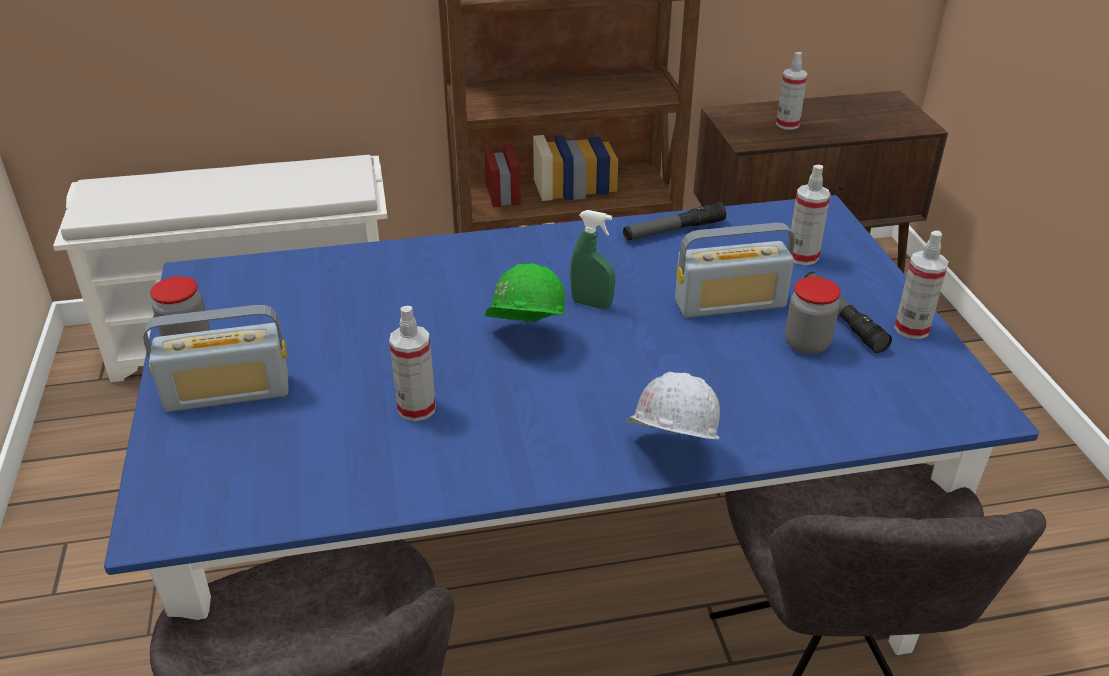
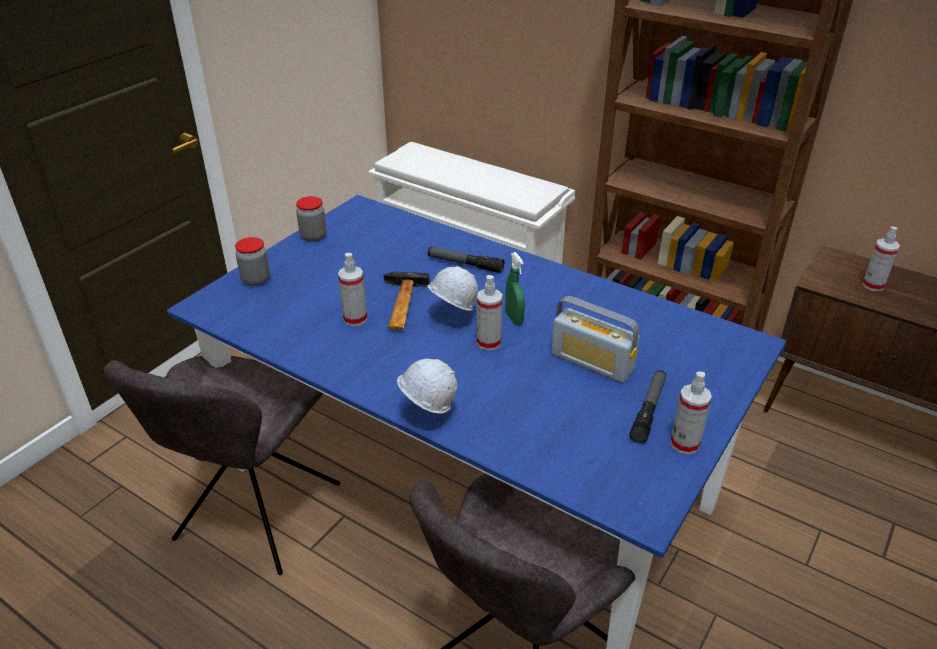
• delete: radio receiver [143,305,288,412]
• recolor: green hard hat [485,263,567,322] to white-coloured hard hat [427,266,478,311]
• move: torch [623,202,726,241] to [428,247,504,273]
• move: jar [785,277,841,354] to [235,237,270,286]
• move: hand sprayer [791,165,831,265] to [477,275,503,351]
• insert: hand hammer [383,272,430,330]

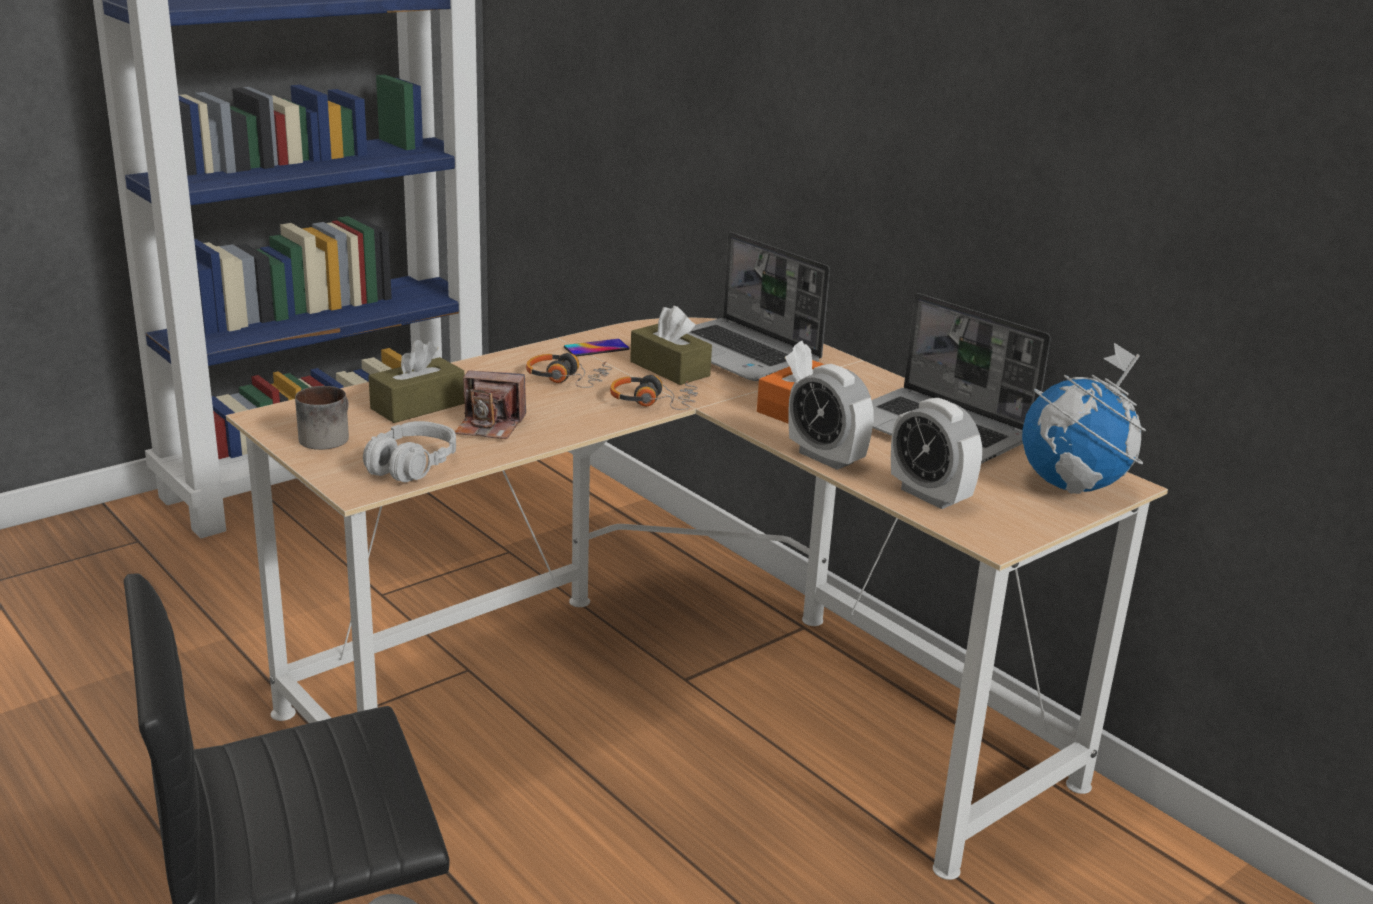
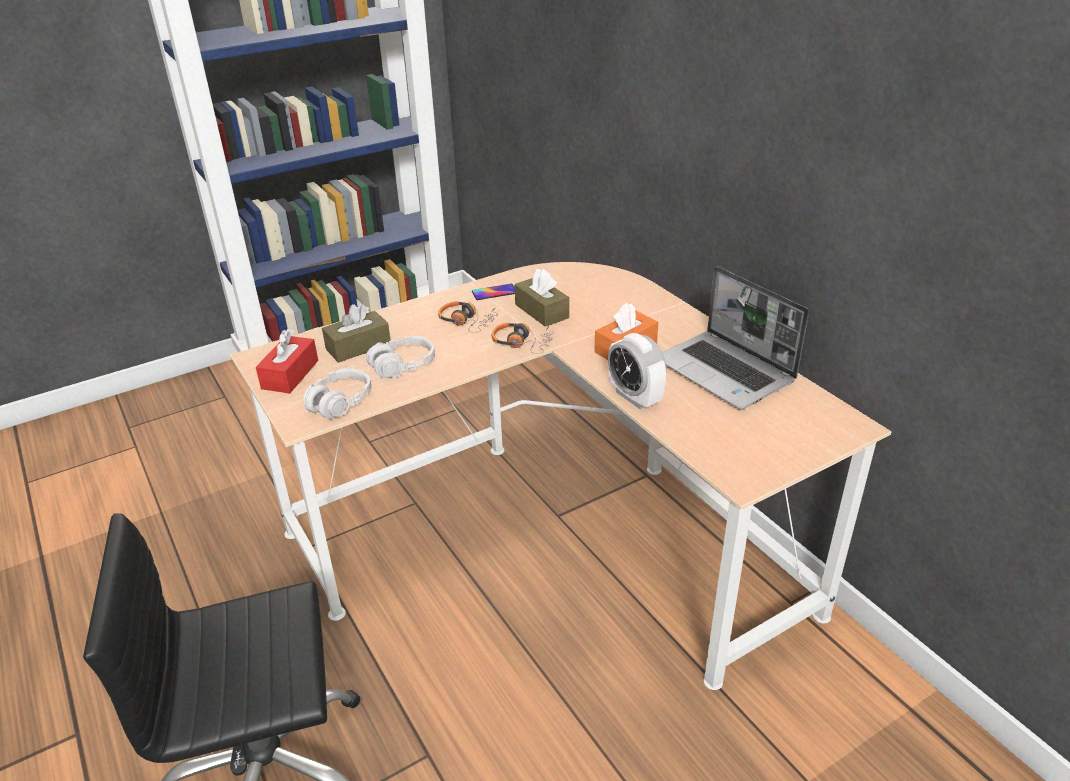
• replace: mug [295,386,349,450] to red-coloured tissue holder [256,328,318,393]
• replace: still camera [455,370,526,439] to grey pair of headphones [366,336,435,378]
• delete: laptop [687,232,830,381]
• delete: table clock [891,398,982,509]
• delete: world globe [1022,343,1146,494]

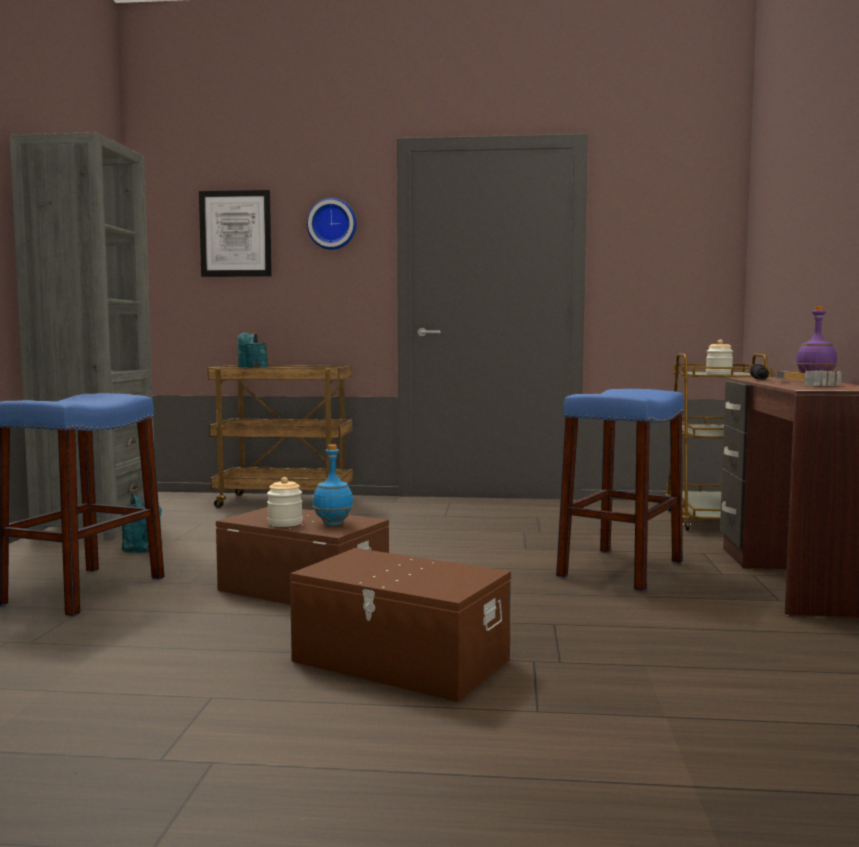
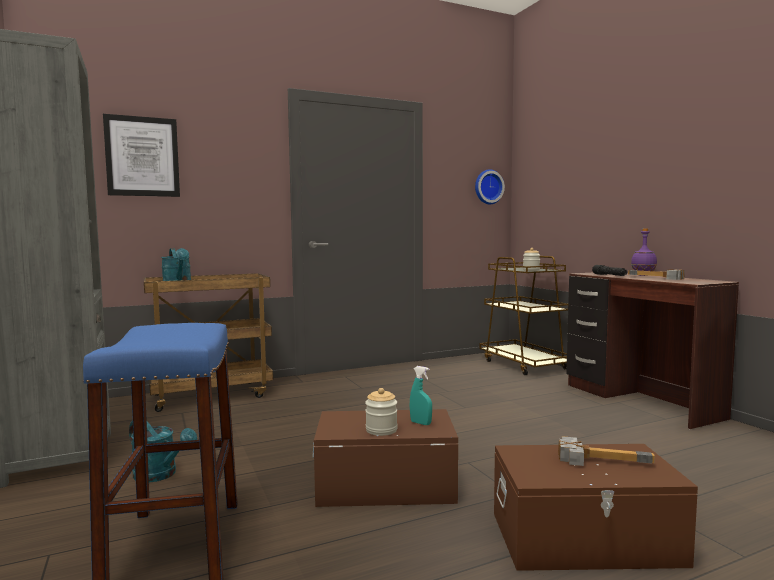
• move: hanging clock [307,198,356,250] to [475,169,505,204]
• replace: blue-coloured bottle [313,444,353,526] to blue-green hand sprayer [410,366,432,425]
• delete: blue-coloured sitting stool [556,389,684,591]
• insert: hand hammer [558,436,655,466]

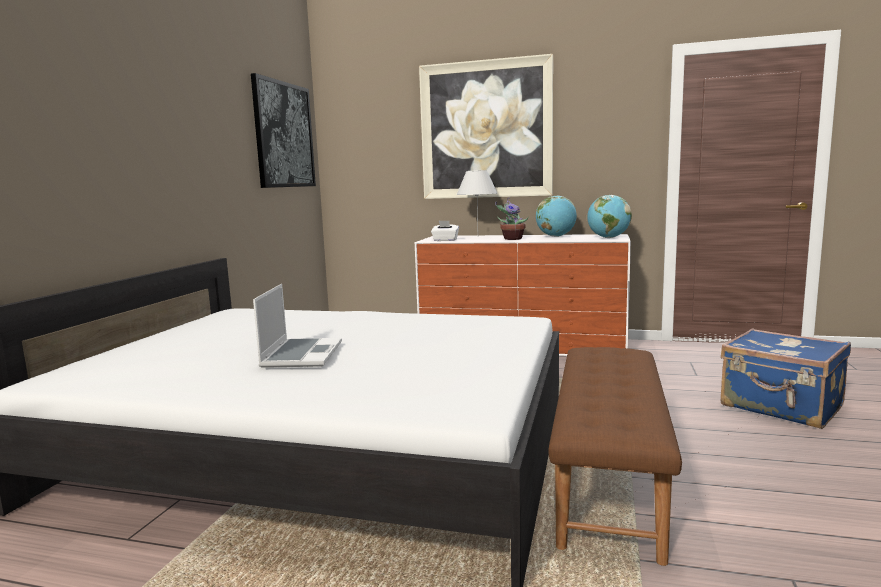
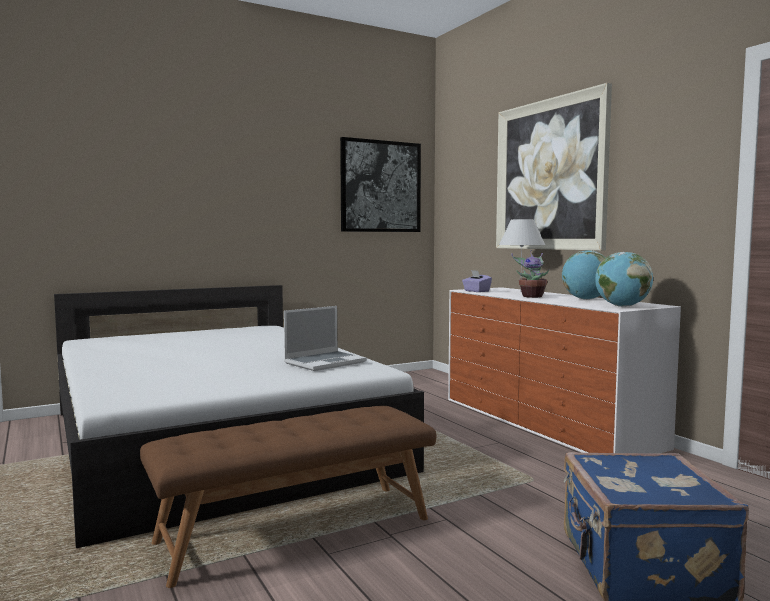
• move: laptop [253,284,342,368] to [284,306,367,371]
• recolor: white-coloured tissue holder [431,220,459,241] to purplish tissue holder [462,270,492,292]

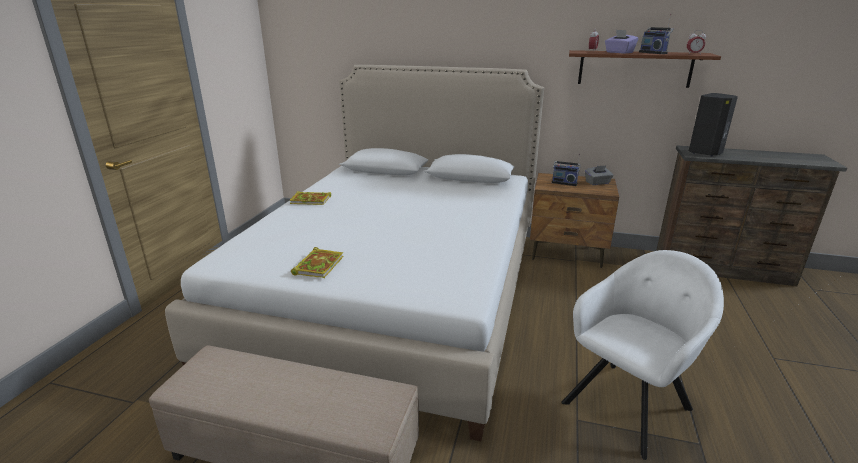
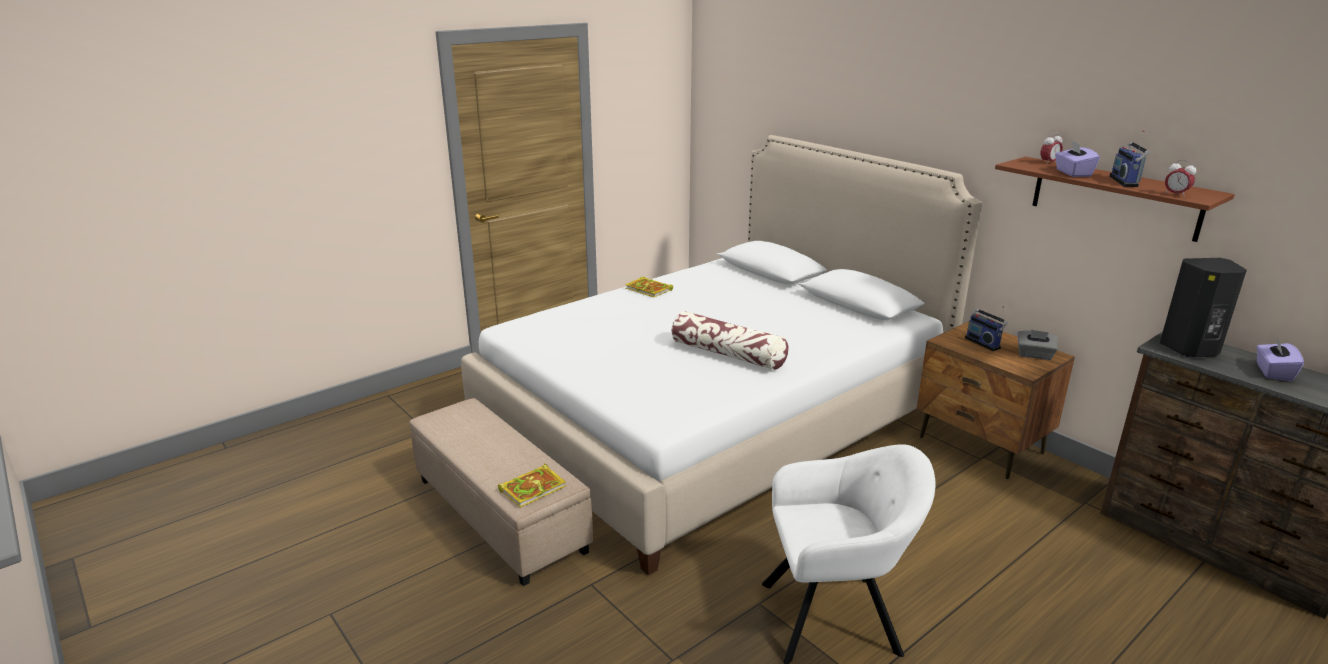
• move: volume [291,247,344,278] to [498,464,566,508]
• insert: pillow [672,311,788,370]
• insert: purplish tissue holder [1257,338,1304,381]

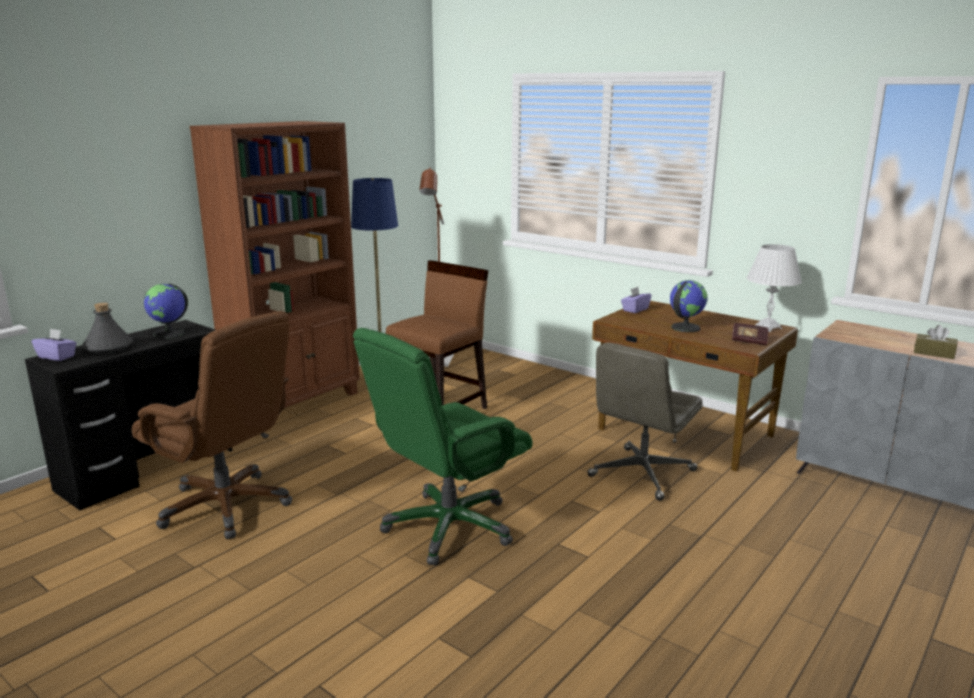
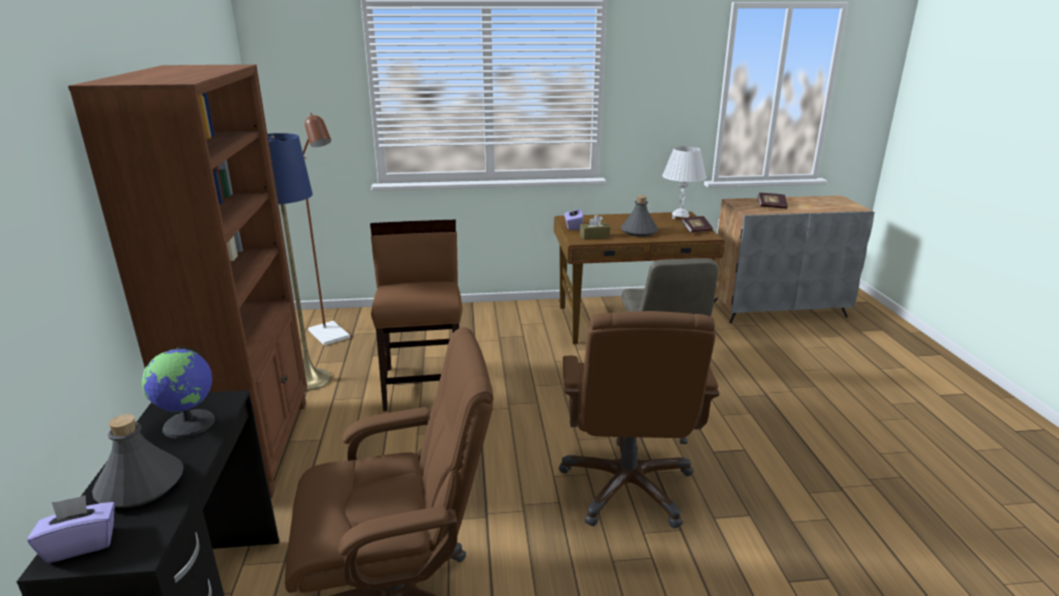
• recolor: green computer chair [353,328,532,565] to brownish computer chair [559,311,719,528]
• replace: world globe [670,280,708,332] to grey bottle [621,195,658,237]
• move: brownish tissue holder [914,325,958,359] to [580,215,610,240]
• insert: volume [758,193,788,209]

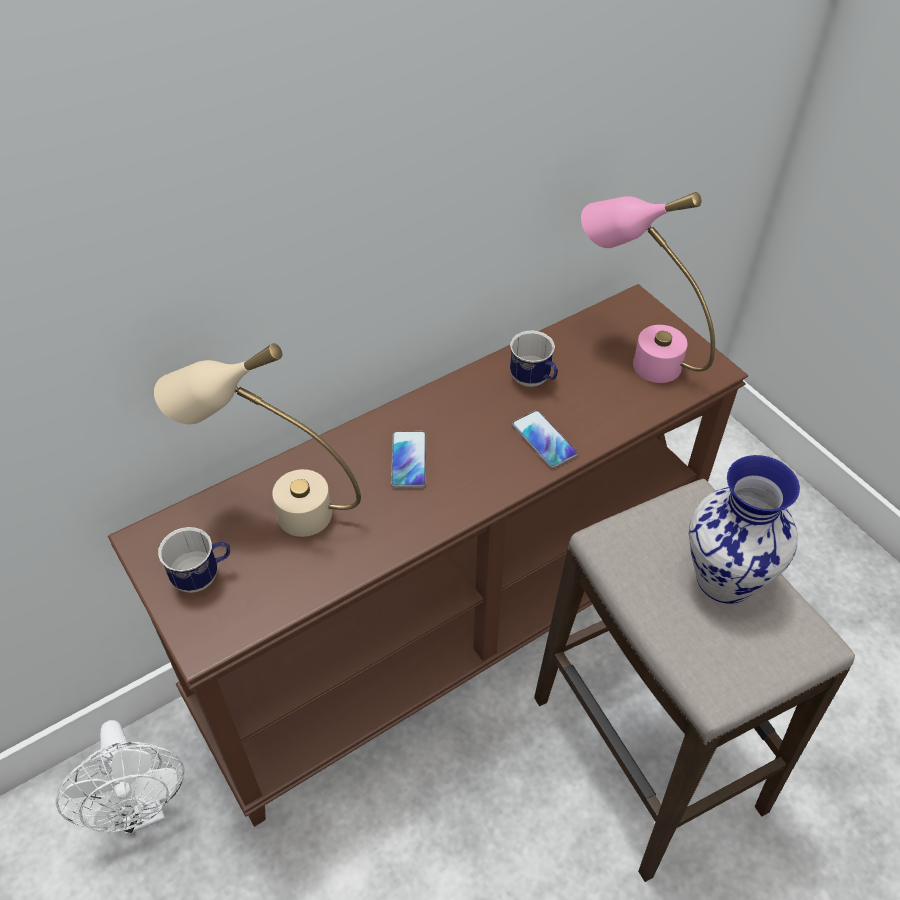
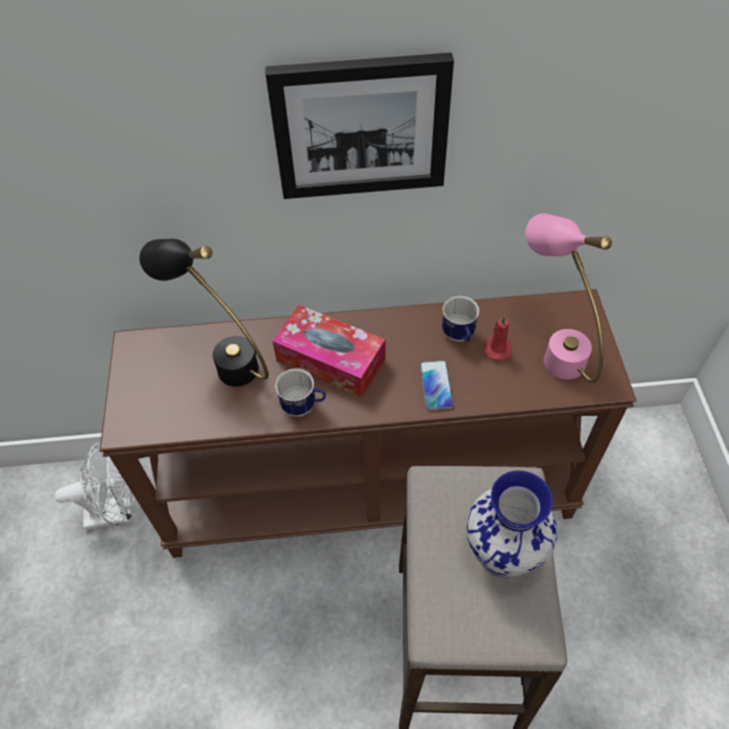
• rotate: white-coloured electric fan [56,720,185,835] = [55,443,134,530] 105 degrees counterclockwise
• recolor: beige-coloured lamp for a table [154,343,361,537] to black-coloured lamp for a table [139,239,269,387]
• move: mug [158,527,230,593] to [275,368,326,417]
• replace: telephone [391,431,426,488] to tissue holder [272,305,385,397]
• insert: wall picture [265,53,454,199]
• insert: red-coloured wax candle [484,315,513,360]

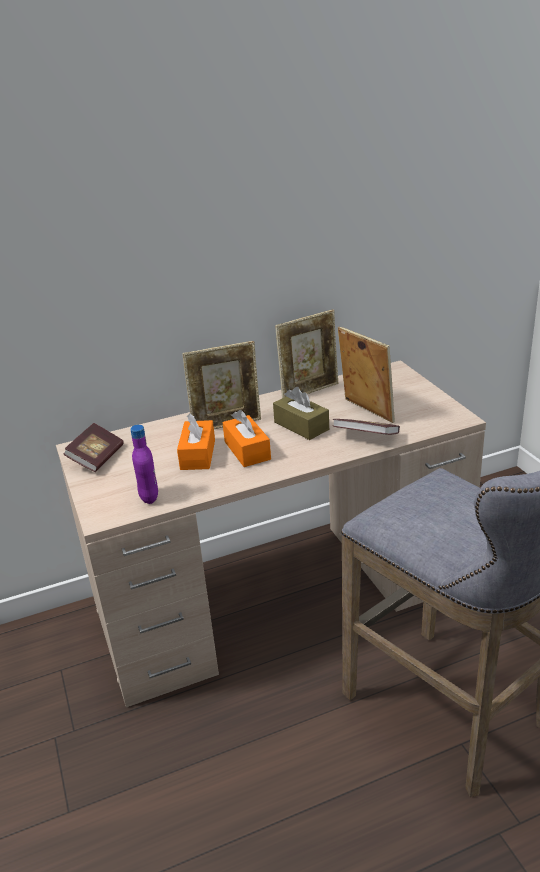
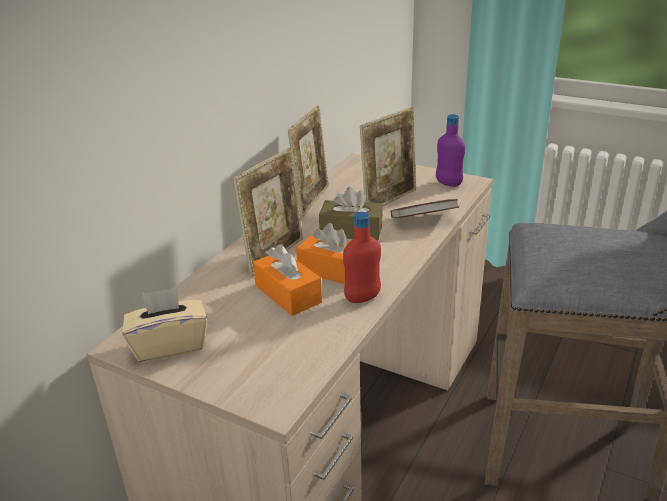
• replace: volume [63,423,123,472] to beige-coloured tissue holder [122,287,208,362]
• move: purplish bottle [130,425,158,504] to [436,114,465,187]
• rotate: picture frame [338,326,395,423] = [360,107,416,207] 120 degrees clockwise
• insert: red-coloured bottle [343,212,381,303]

